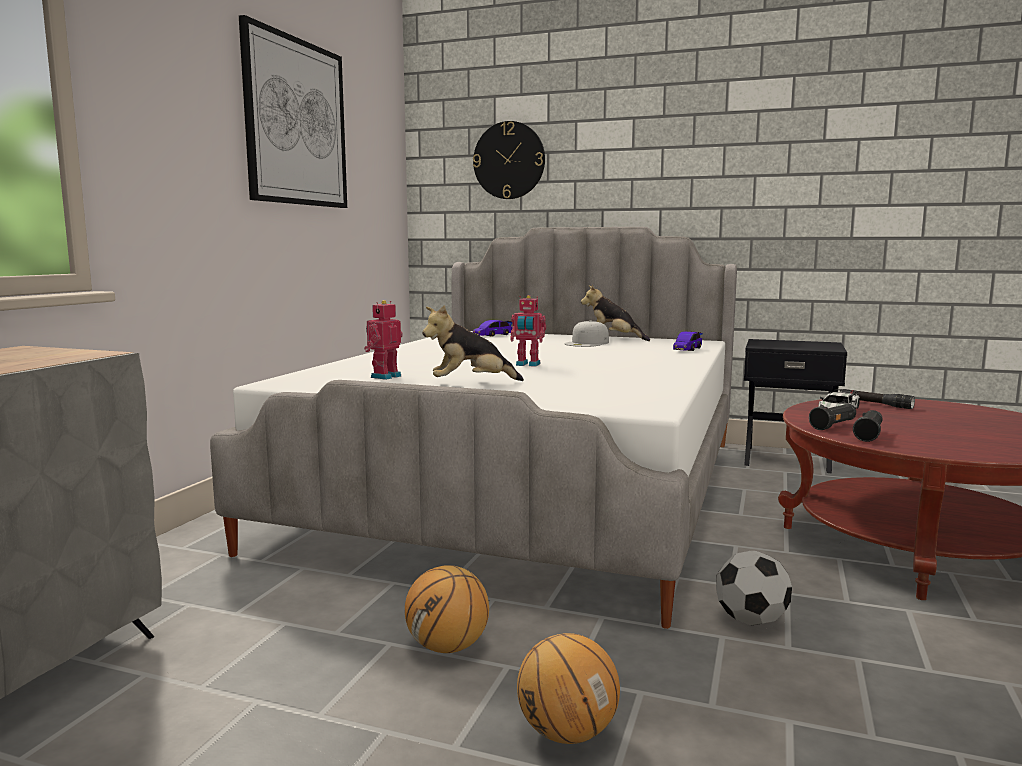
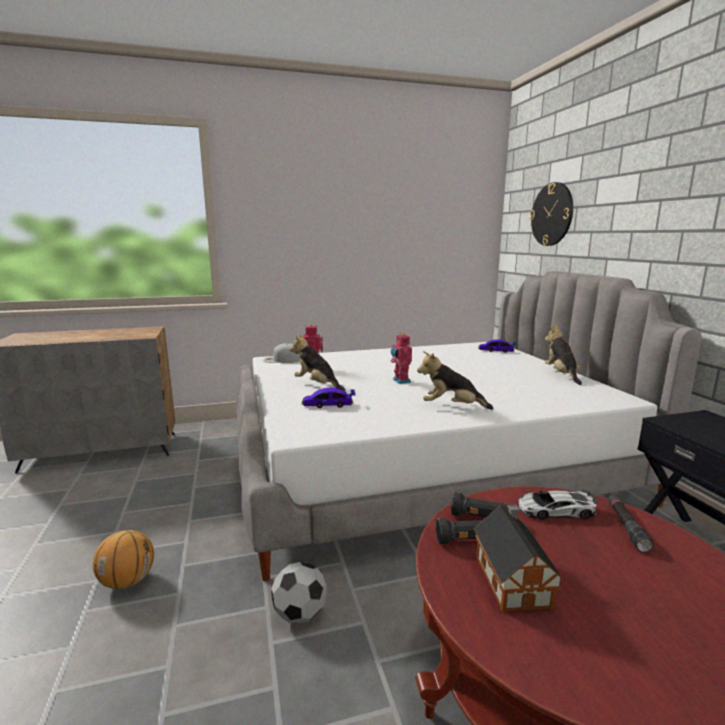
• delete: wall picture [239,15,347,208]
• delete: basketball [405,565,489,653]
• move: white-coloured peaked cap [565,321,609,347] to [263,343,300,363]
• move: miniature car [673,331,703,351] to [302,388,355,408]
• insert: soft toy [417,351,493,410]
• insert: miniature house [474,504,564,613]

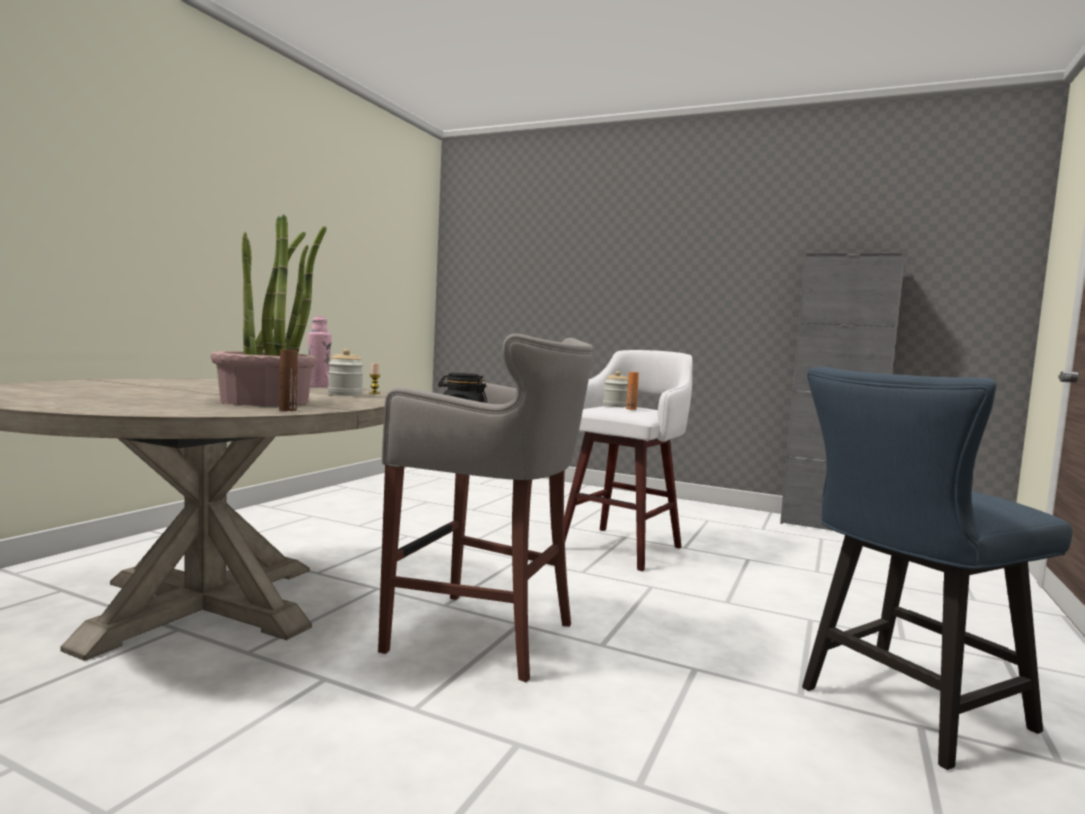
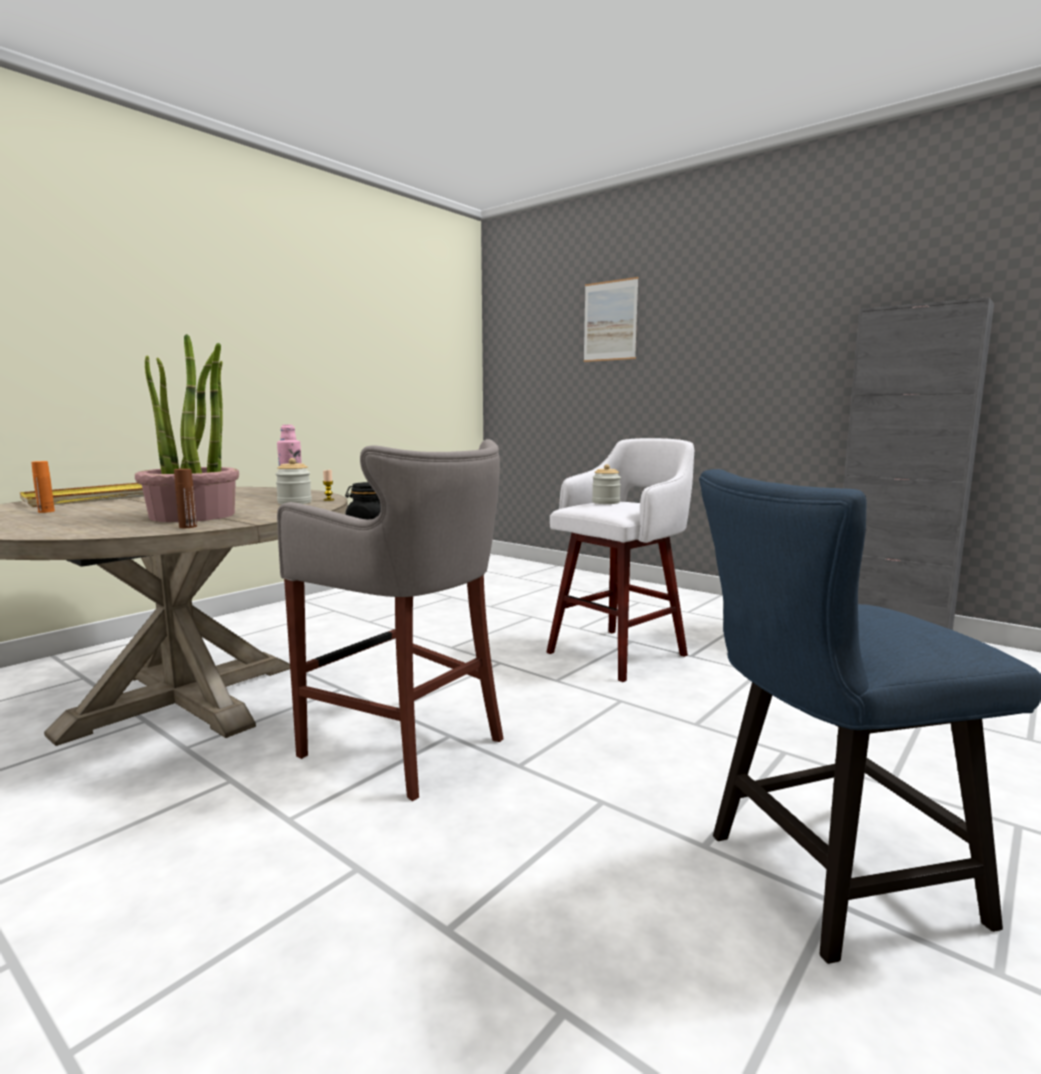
• move: orangey bottle [626,372,639,410] to [31,461,55,513]
• insert: yellow tray [20,483,144,507]
• insert: wall picture [584,277,638,362]

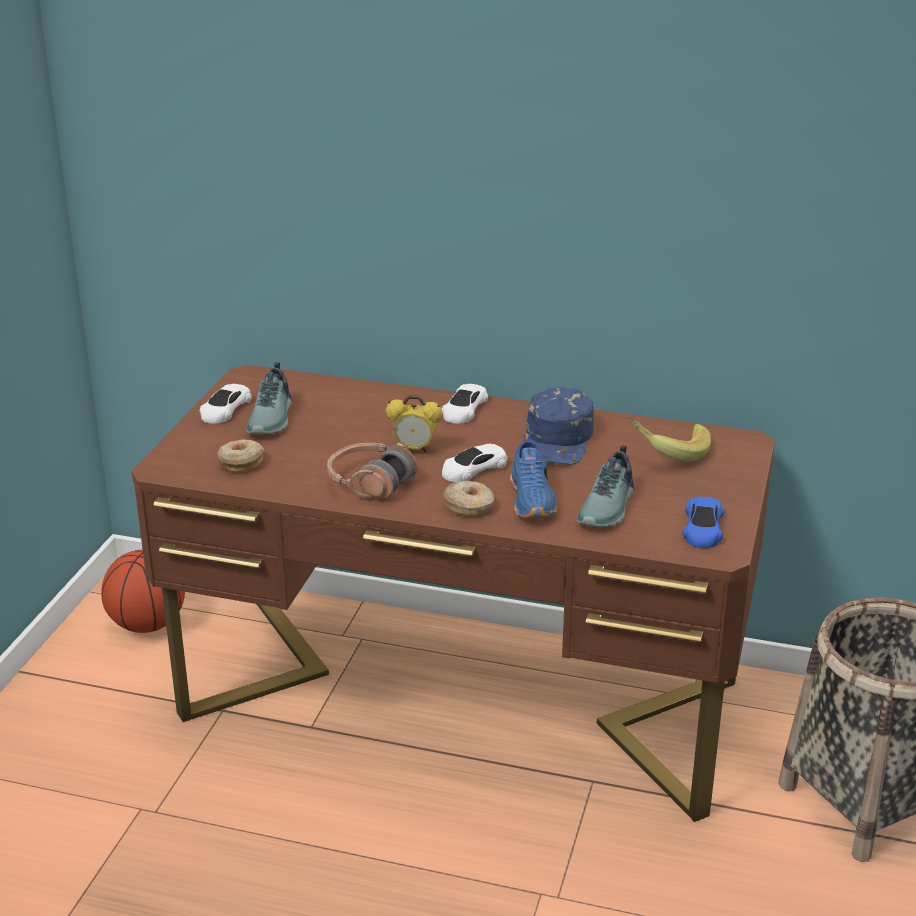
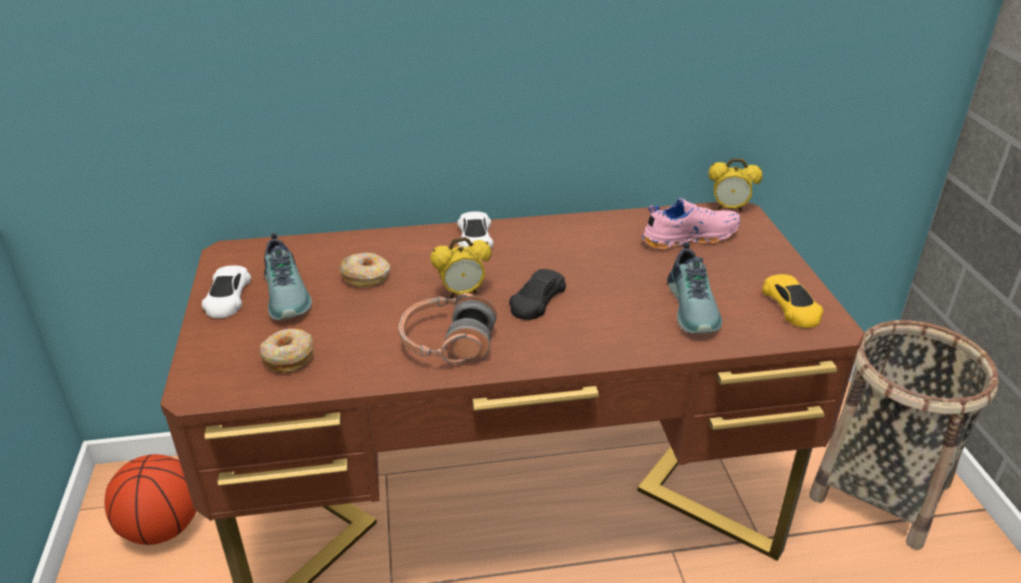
• recolor: white-coloured miniature car [442,444,507,482] to black-coloured miniature car [509,269,566,320]
• move: doughnut [443,481,495,516] to [339,253,391,287]
• delete: blue-coloured low shoe [510,434,557,518]
• delete: blue-coloured peaked cap [526,387,594,465]
• replace: banana [628,417,711,461] to pink-coloured low shoe [642,198,740,250]
• recolor: blue-coloured miniature car [683,497,725,548] to yellow miniature car [762,274,823,328]
• insert: table clock [709,158,763,212]

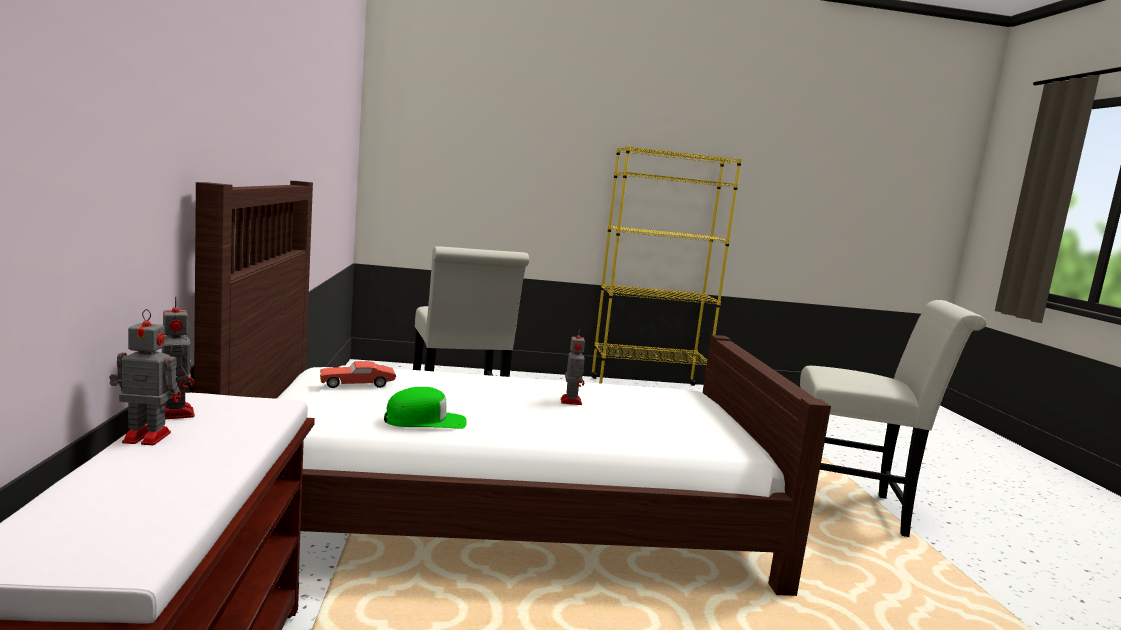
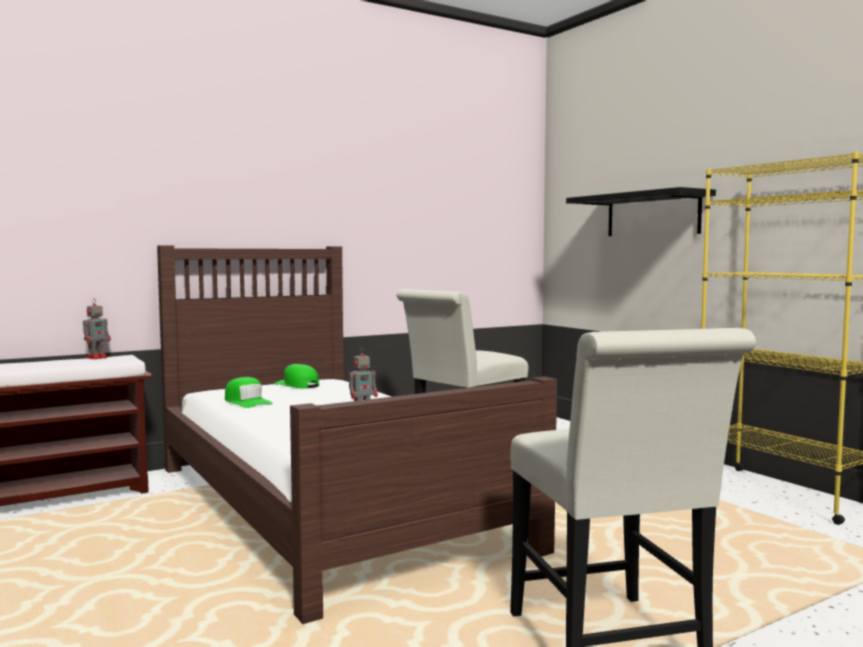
• delete: model robot [109,309,181,445]
• replace: red-coloured miniature car [320,361,396,388] to green peaked cap [274,364,319,388]
• insert: black-coloured wall shelf [566,187,716,236]

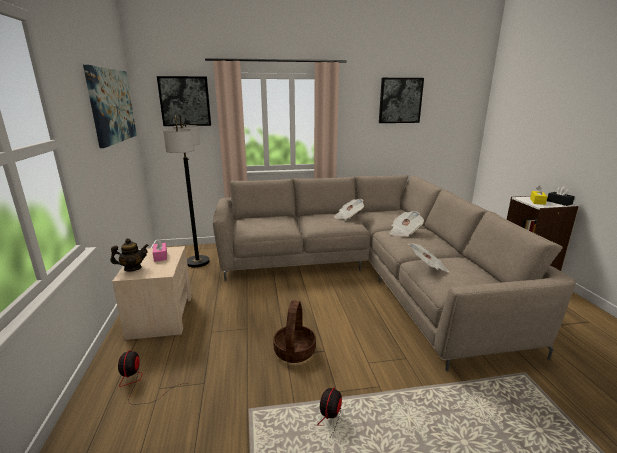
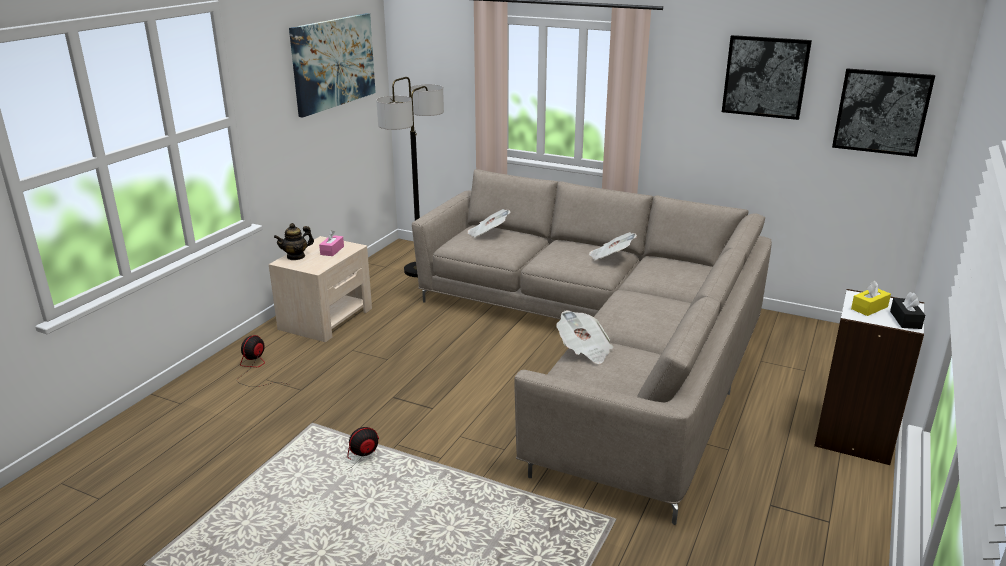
• rotate: tea pot [110,238,149,272] = [274,223,314,260] 135 degrees clockwise
• move: wall picture [157,76,211,126] to [832,68,935,157]
• delete: household basket [273,301,316,363]
• move: printed paper [389,211,424,237] to [467,209,510,238]

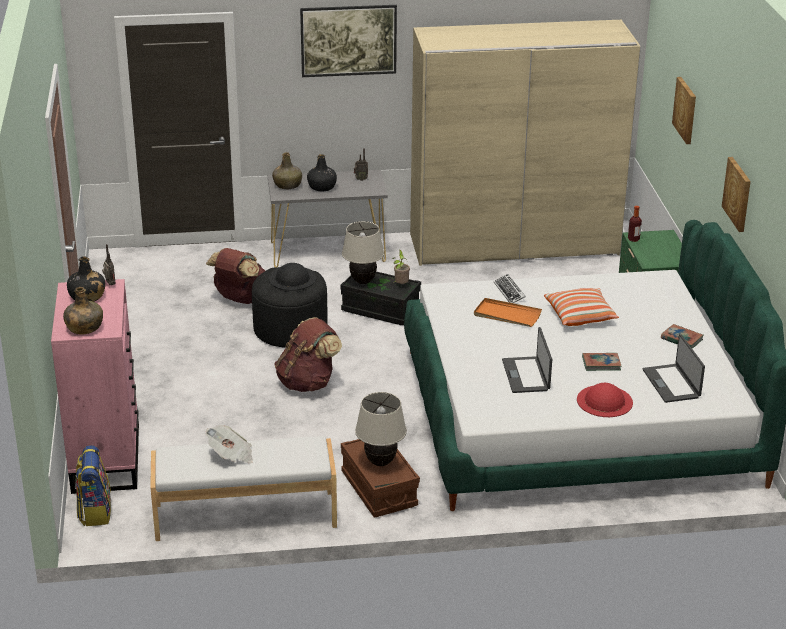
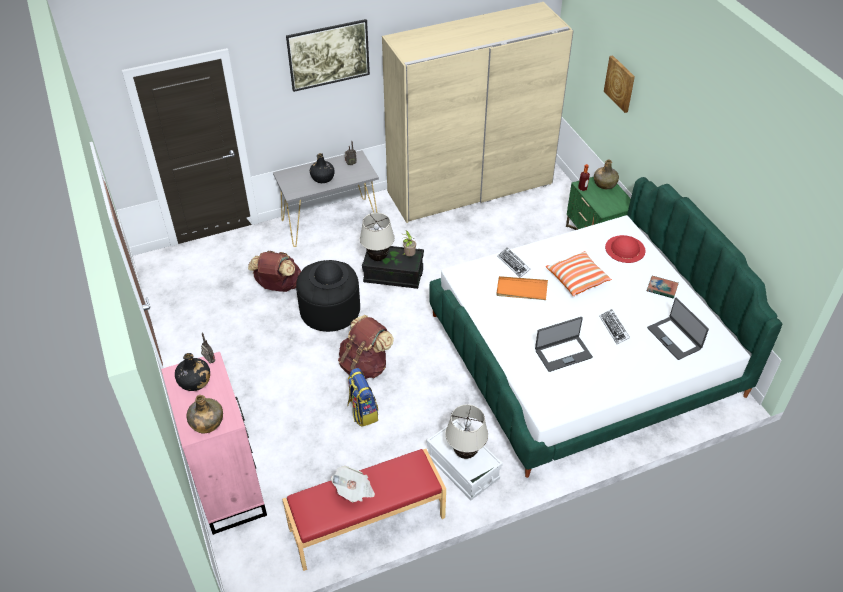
• move: backpack [76,445,111,526] to [348,368,378,427]
• recolor: white-coloured bench [150,436,337,541] to red-coloured bench [282,449,446,571]
• move: green bottle [272,152,302,189] to [594,160,619,189]
• recolor: brownish storage container [341,439,420,517] to white-coloured storage container [427,419,503,500]
• rotate: laptop [502,327,552,393] = [535,317,593,372] 90 degrees counterclockwise
• move: red-coloured wearable hat [577,383,633,417] to [605,235,645,263]
• replace: volume [582,353,621,371] to computer keyboard [599,309,630,344]
• delete: wall picture [722,157,751,232]

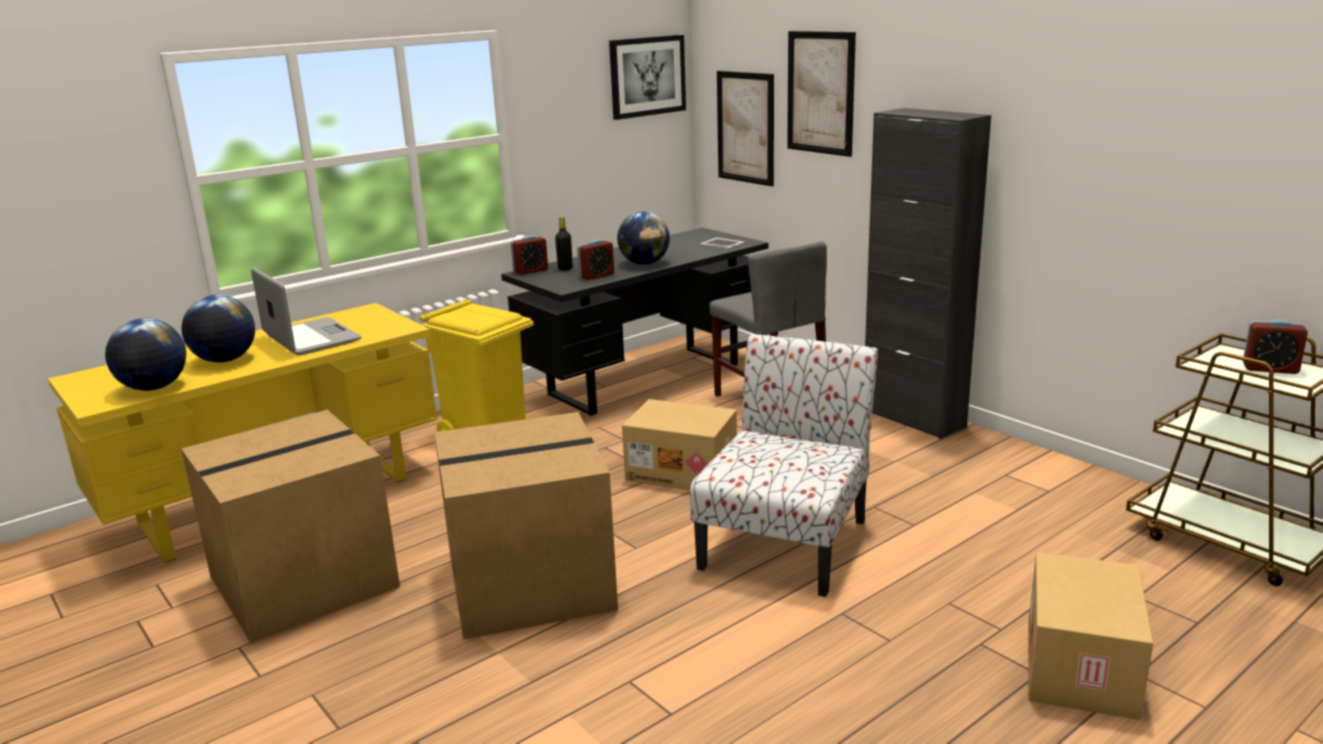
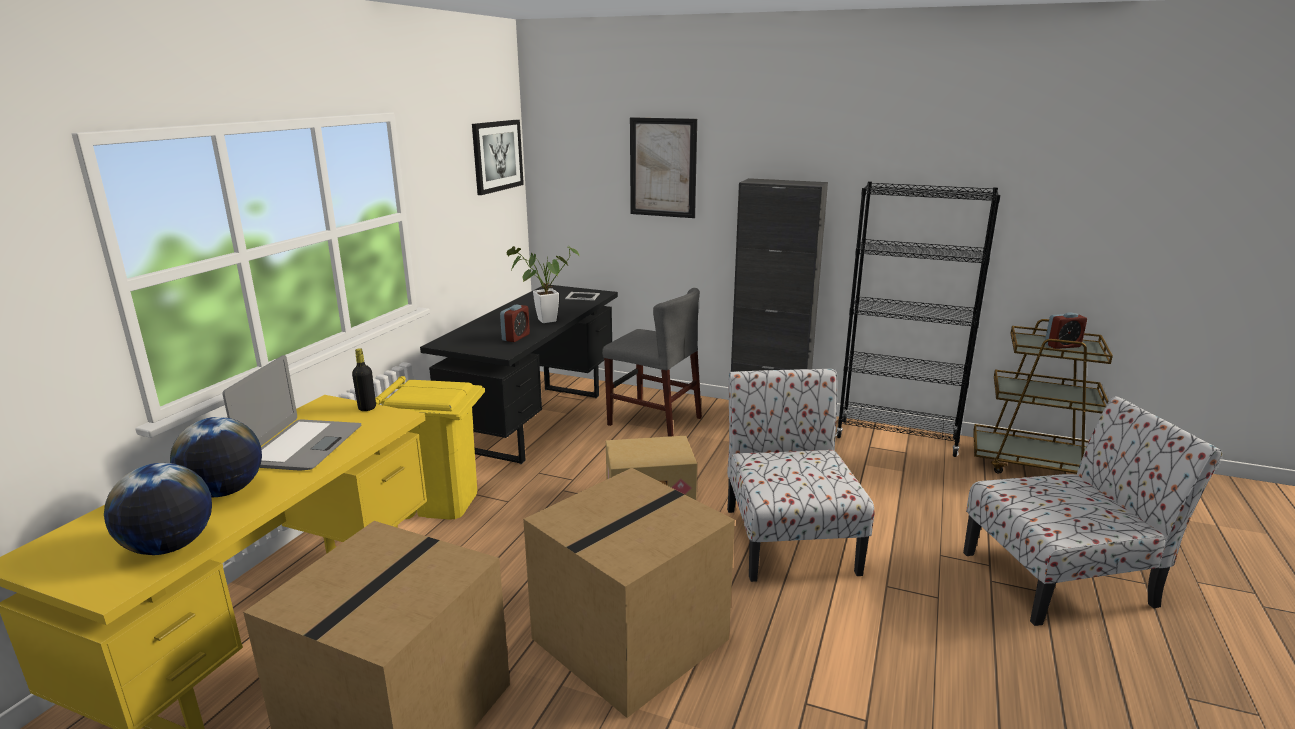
• rotate: laptop [251,268,362,356] = [222,355,361,471] 75 degrees clockwise
• delete: table clock [511,236,548,275]
• move: black-coloured bottle [555,217,573,270] to [352,348,376,411]
• replace: world globe [617,212,670,265] to potted plant [507,245,579,323]
• delete: wall picture [717,71,774,186]
• replace: cardboard box [1029,552,1153,720] to upright chair [963,396,1222,626]
• insert: black-coloured shelving unit [836,181,1001,457]

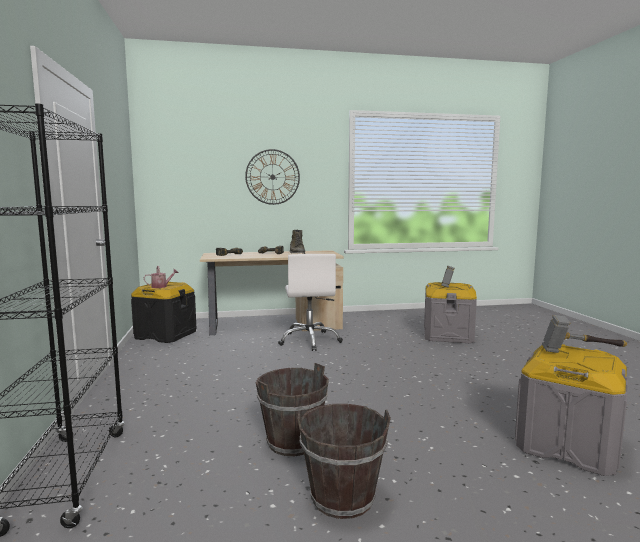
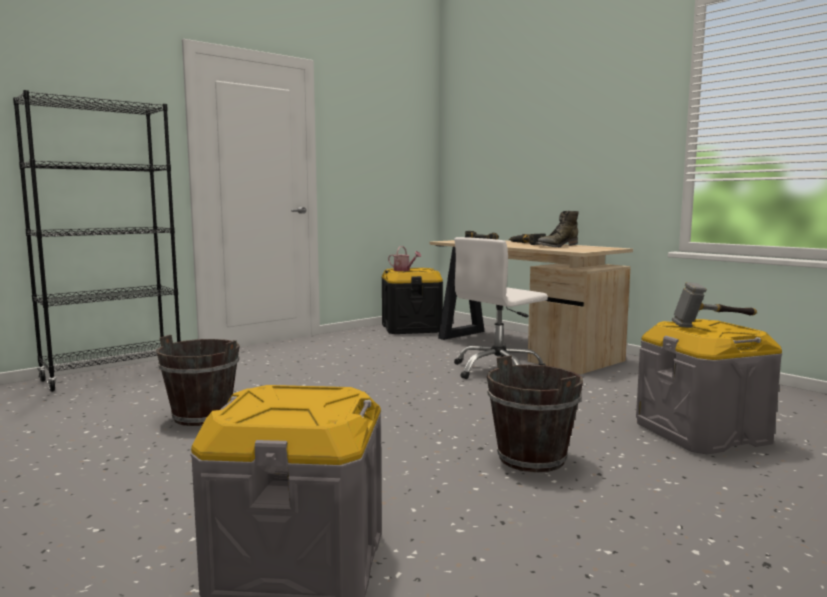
• delete: hanging clock [245,149,300,205]
• move: brownish bucket [298,404,391,519] to [487,355,583,473]
• delete: hand hammer [542,315,627,353]

